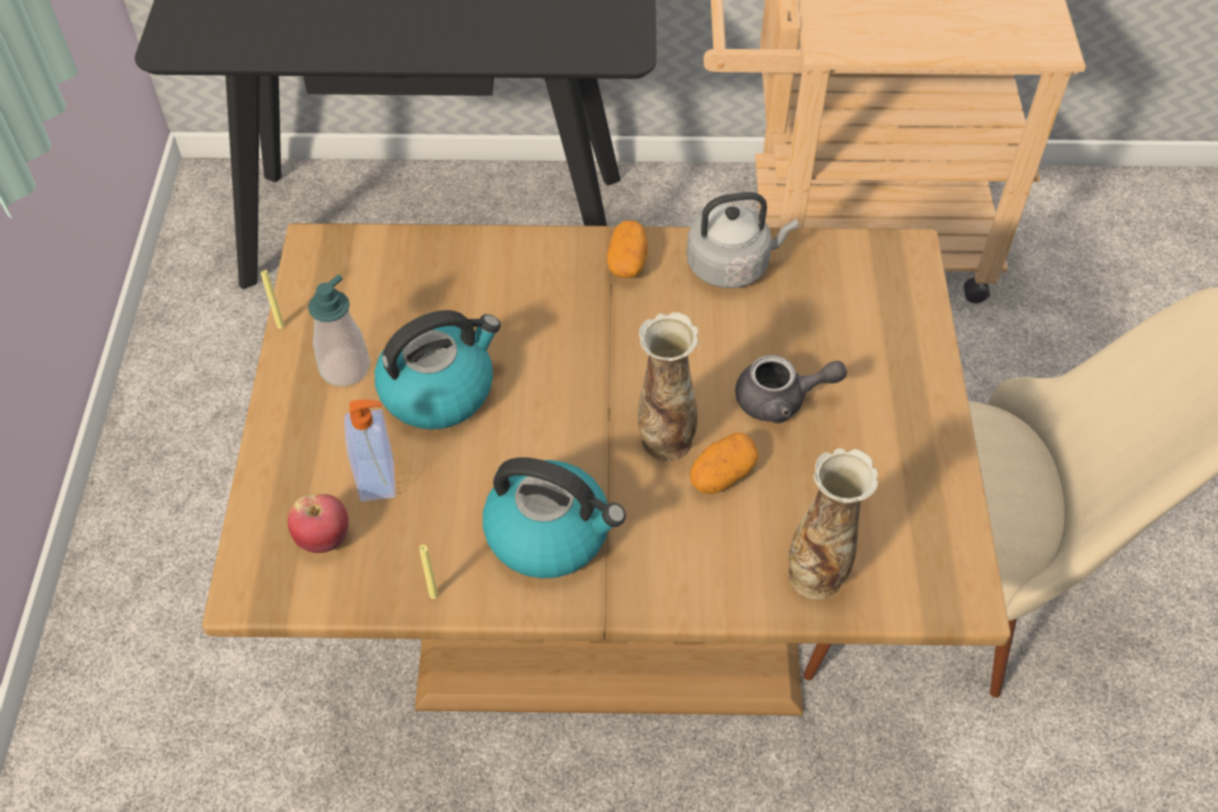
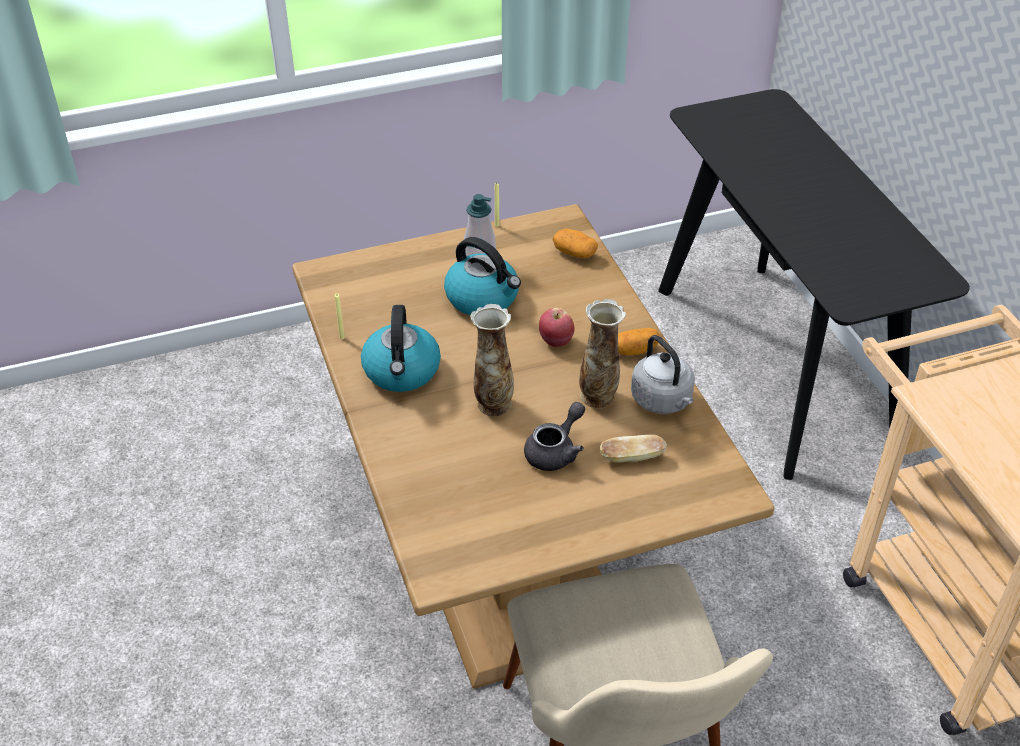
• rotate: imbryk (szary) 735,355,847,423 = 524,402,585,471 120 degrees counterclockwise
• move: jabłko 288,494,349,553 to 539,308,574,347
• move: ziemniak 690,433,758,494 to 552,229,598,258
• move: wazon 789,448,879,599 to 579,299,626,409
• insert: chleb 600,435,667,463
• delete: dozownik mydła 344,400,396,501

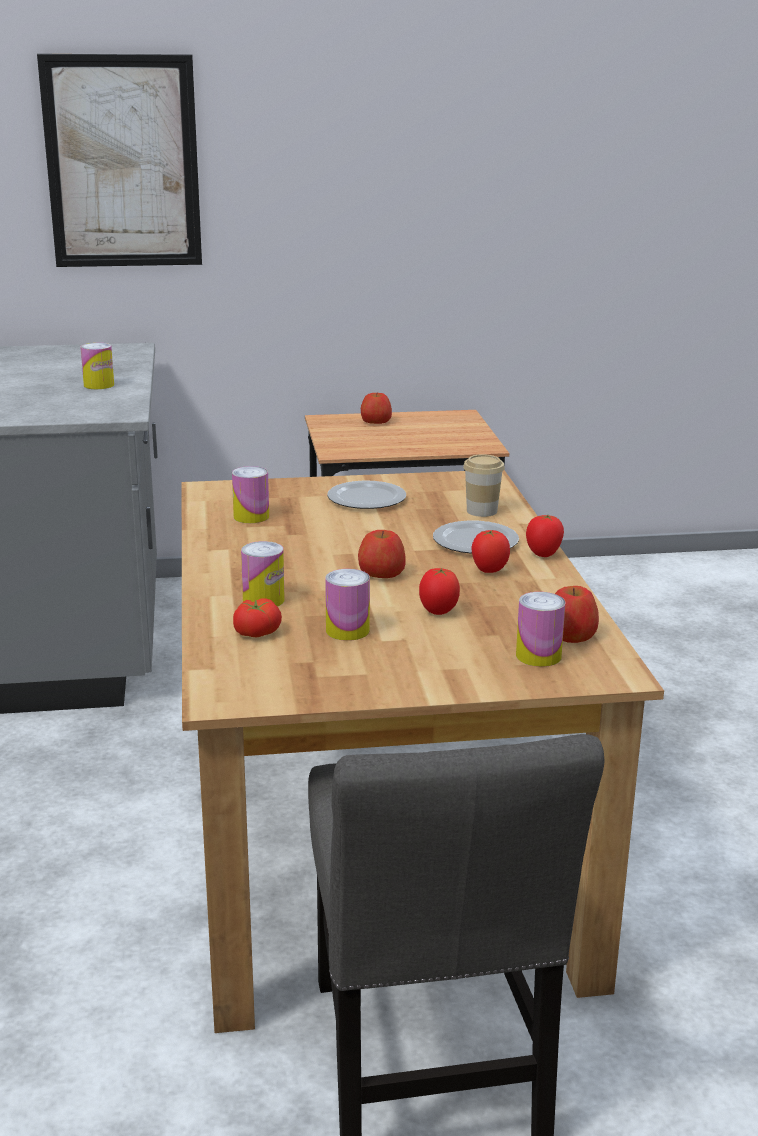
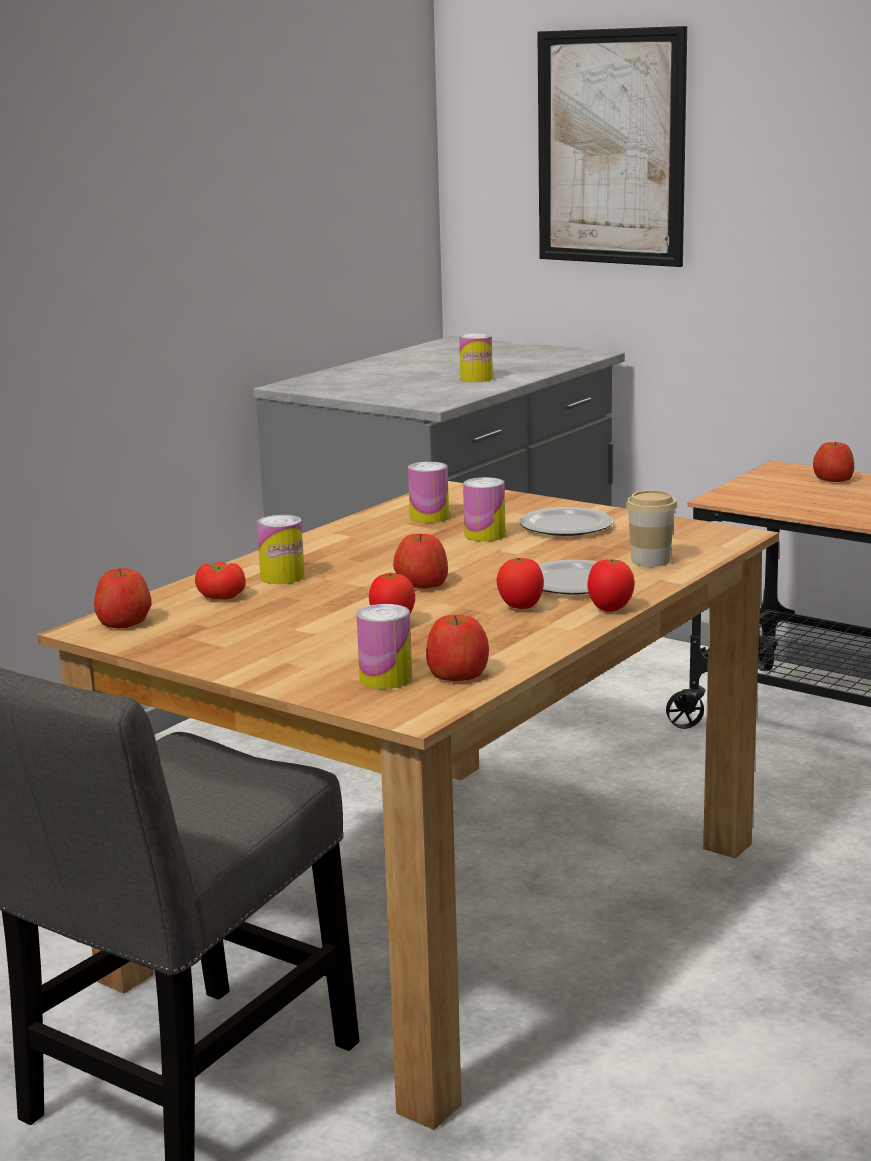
• insert: jabłko 94,568,152,629
• move: puszka 325,569,370,641 to 463,477,505,542

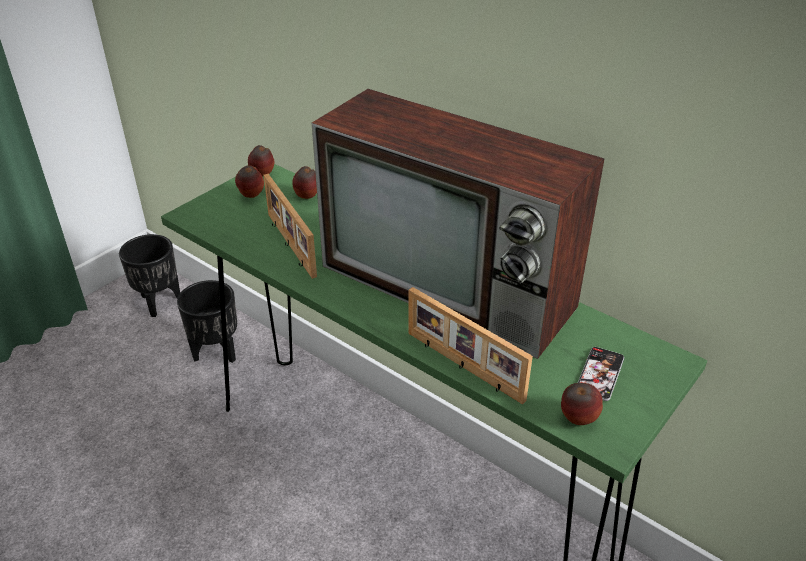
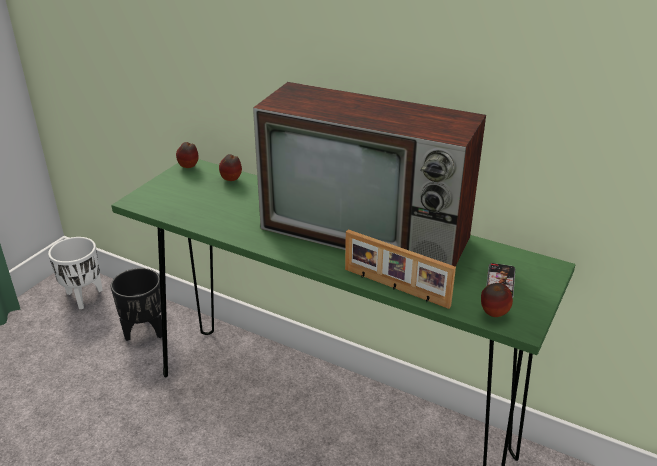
• recolor: donica (czarny) 119,234,180,317 to donica (biały) 48,237,103,309
• delete: jabłko 235,165,264,198
• delete: ramka na zdjęcie 264,174,317,279

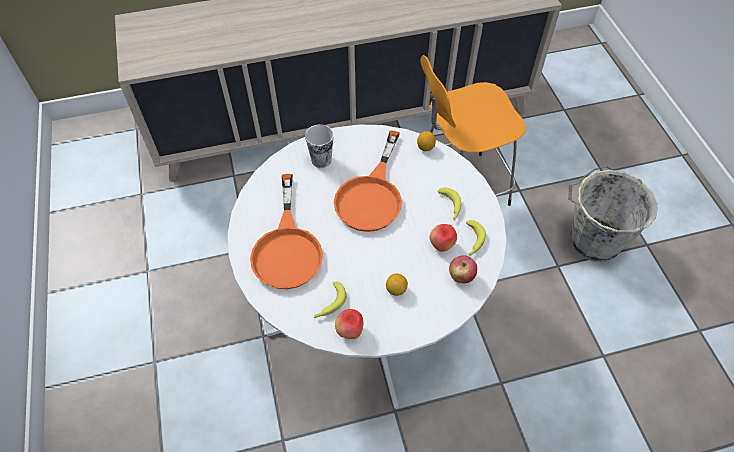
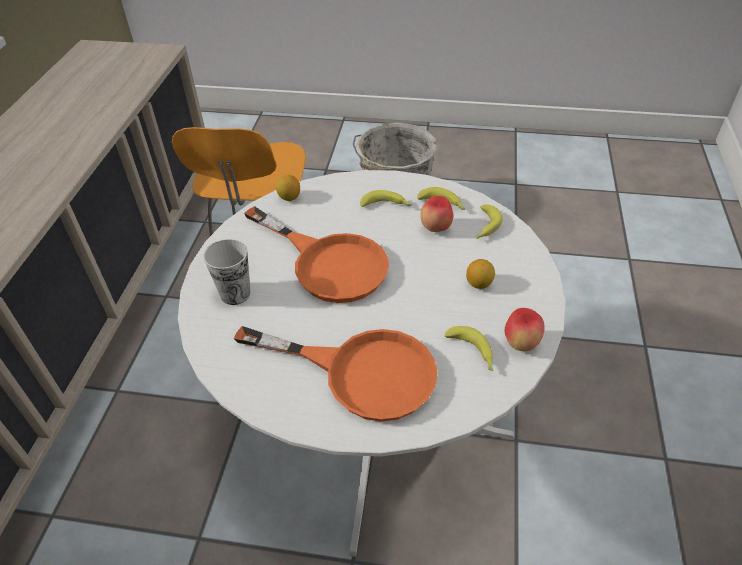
• replace: jabłko 449,255,477,283 to banan 476,204,502,239

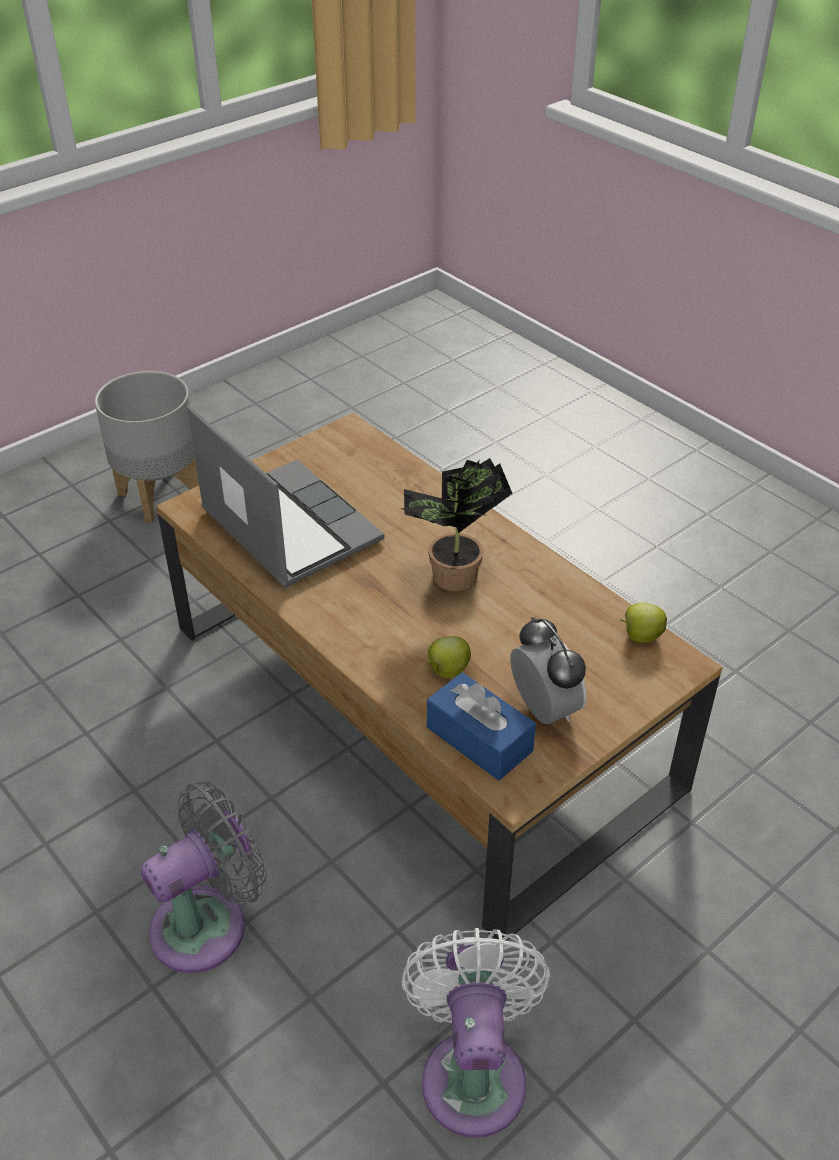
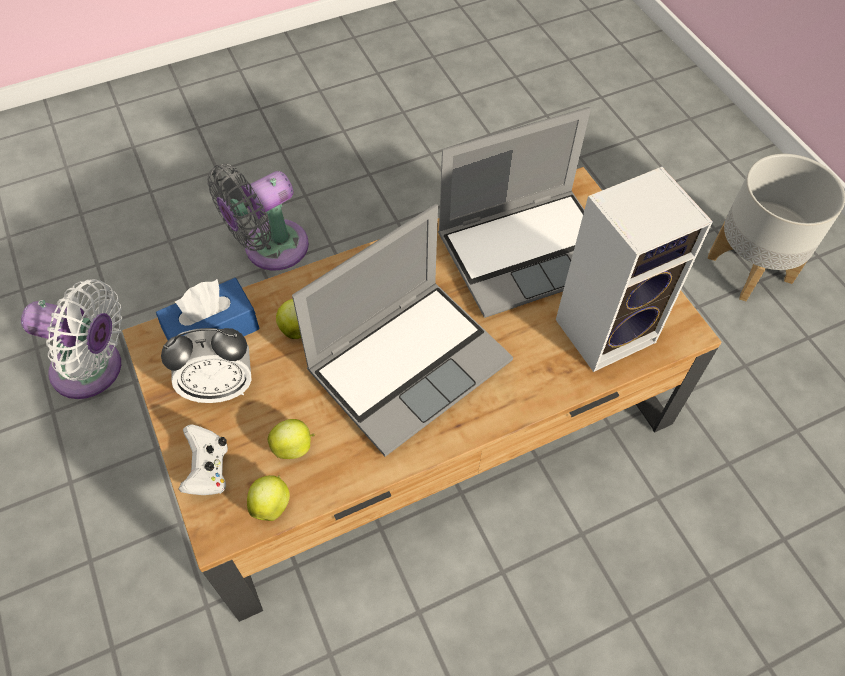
• insert: pad do gier (biały) 178,424,228,495
• rotate: wentylator (szary) 141,782,266,973 = 207,164,309,270 75 degrees clockwise
• insert: jabłko 268,419,315,459
• replace: roślina doniczkowa 400,458,512,591 to laptop 292,204,513,457
• insert: głośnik 556,167,713,372

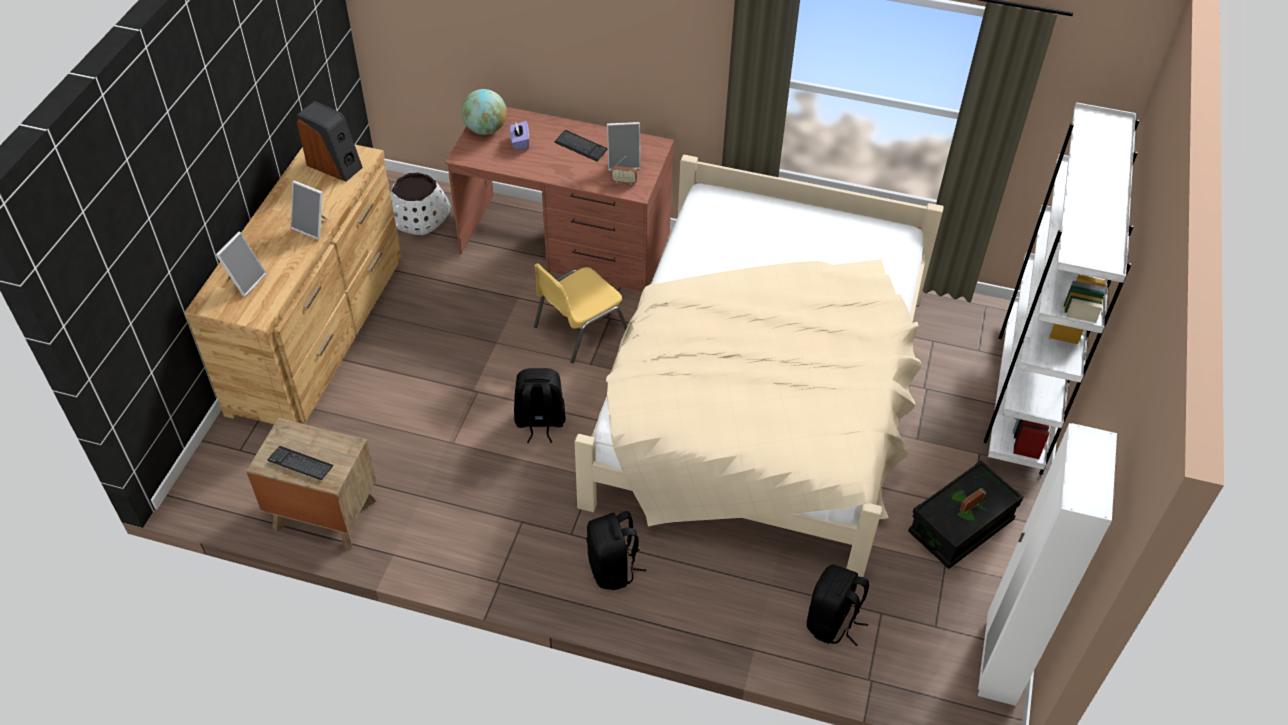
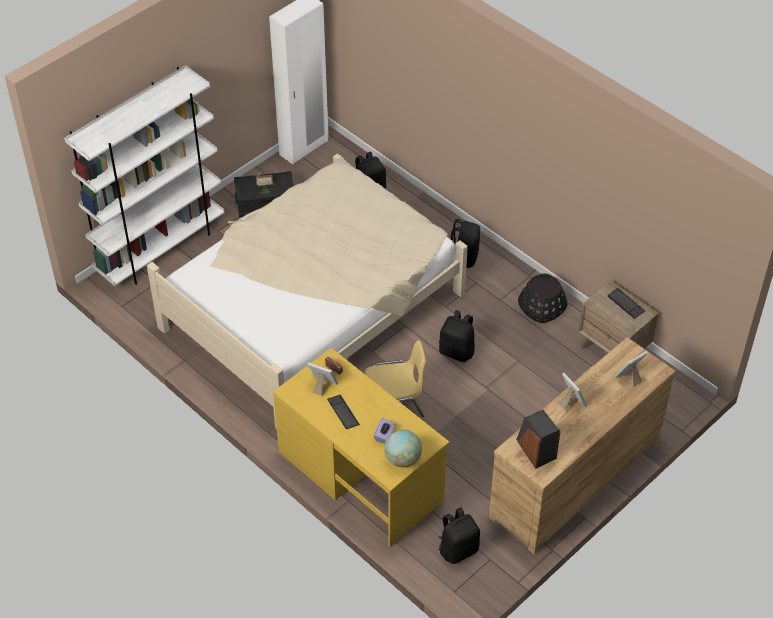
• recolor: biurko (brązowy) 445,107,674,291 to biurko (żółty) 273,348,449,547
• replace: donica (biały) 390,173,451,235 to plecak (czarny) 439,507,480,564
• insert: donica (czarny) 518,273,567,323

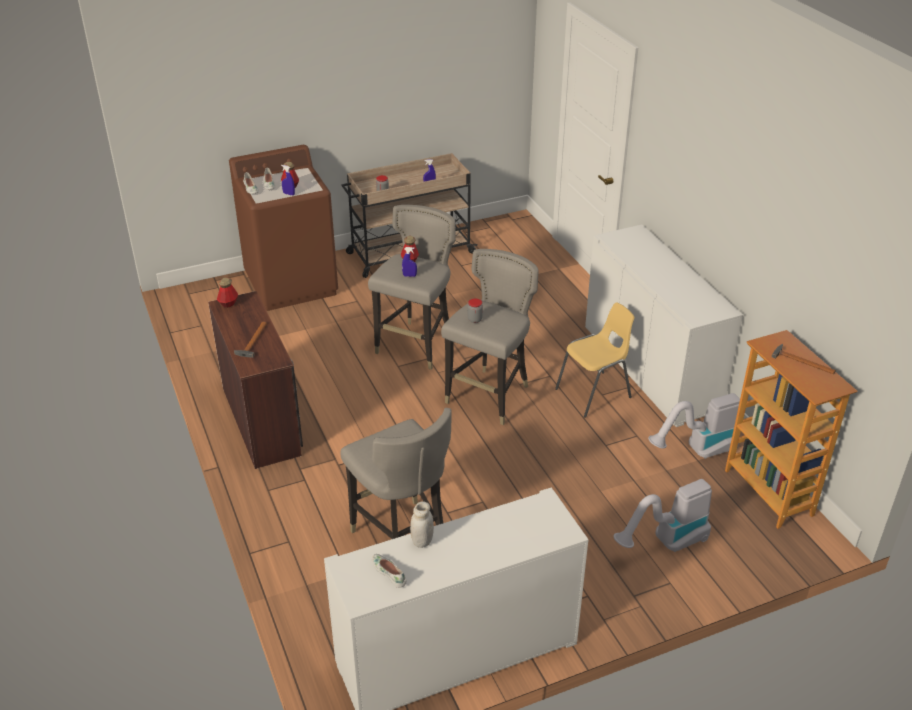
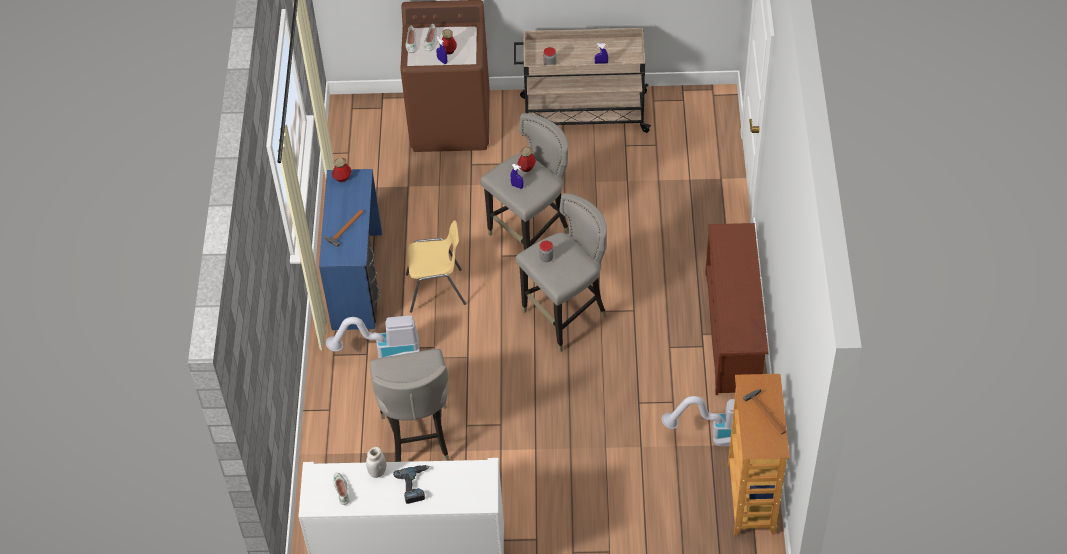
• recolor: biurko (brązowy) 208,291,303,469 to biurko (niebieski) 319,169,382,330
• move: odkurzacz 614,479,712,552 to 326,315,420,358
• insert: wiertarka 393,465,430,504
• move: krzesło (żółty) 555,302,634,418 to 406,220,466,313
• replace: szafka (biały) 585,225,743,427 to regał na buty (brązowy) 705,223,768,395

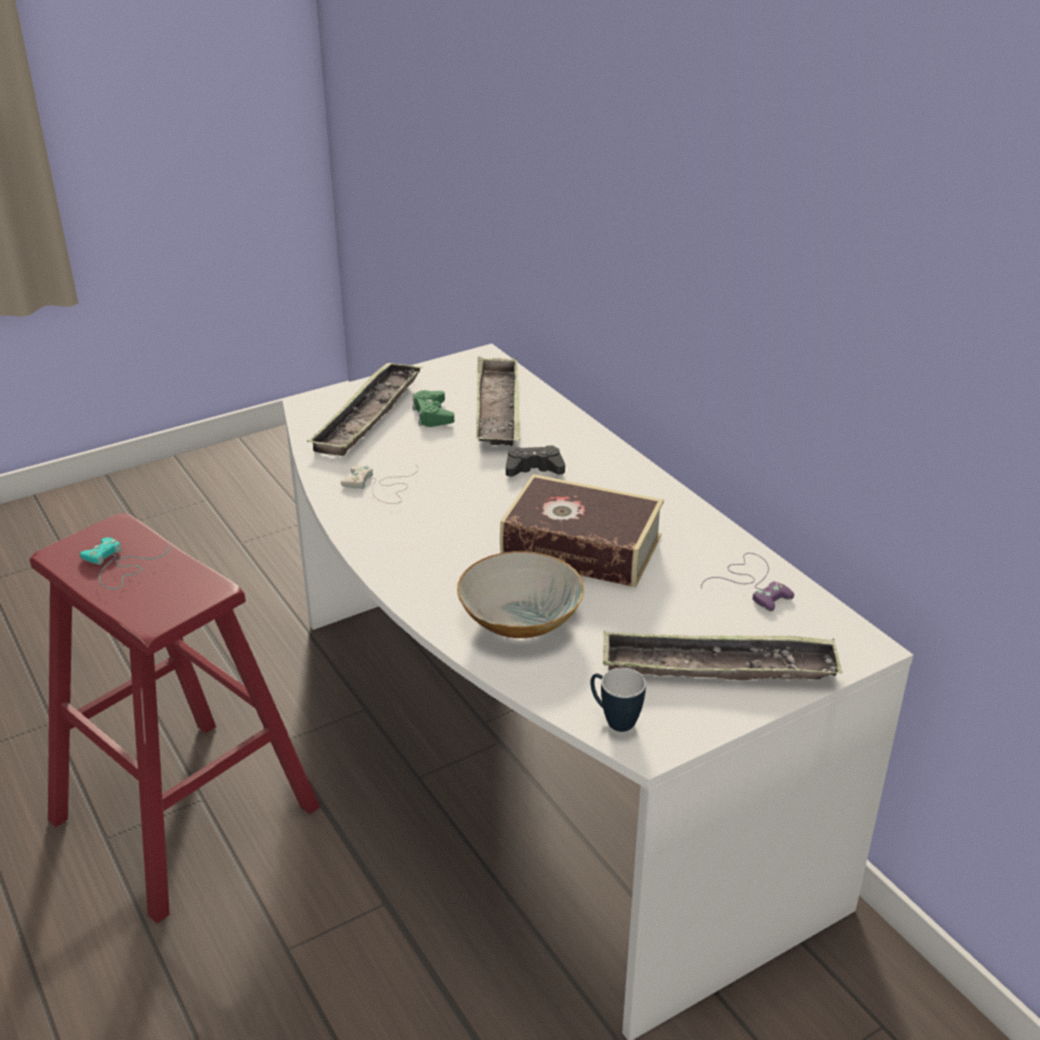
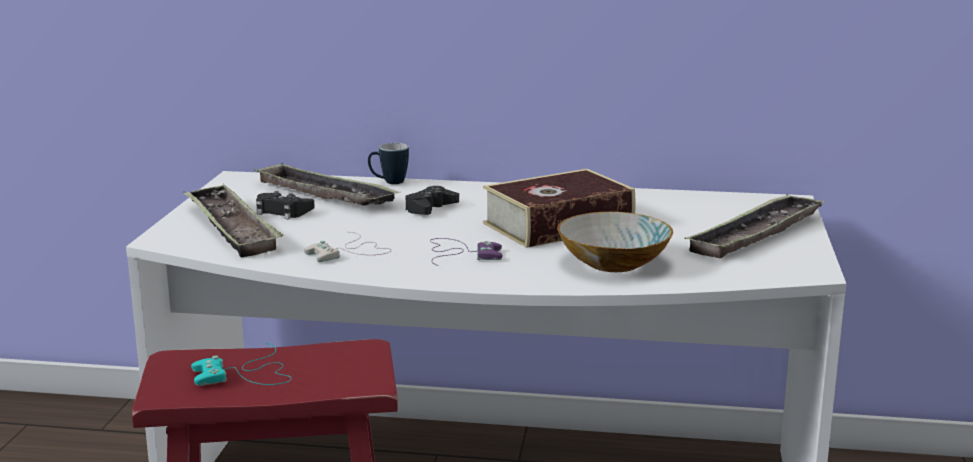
• recolor: pad do gier (zielony) 412,390,454,427 to pad do gier (czarny) 256,191,315,219
• move: kubek 590,668,646,732 to 368,143,409,184
• move: pad do gier (fioletowy) 701,553,794,611 to 430,238,502,266

